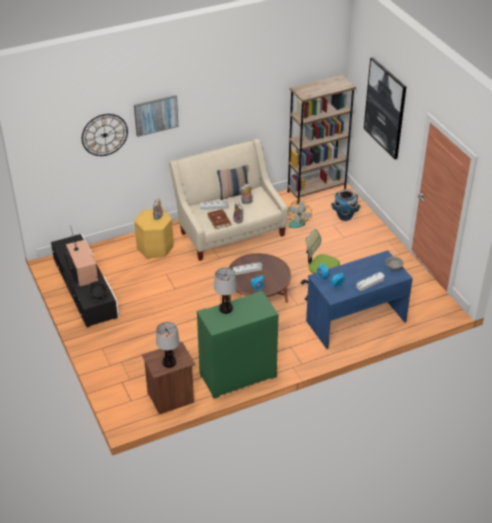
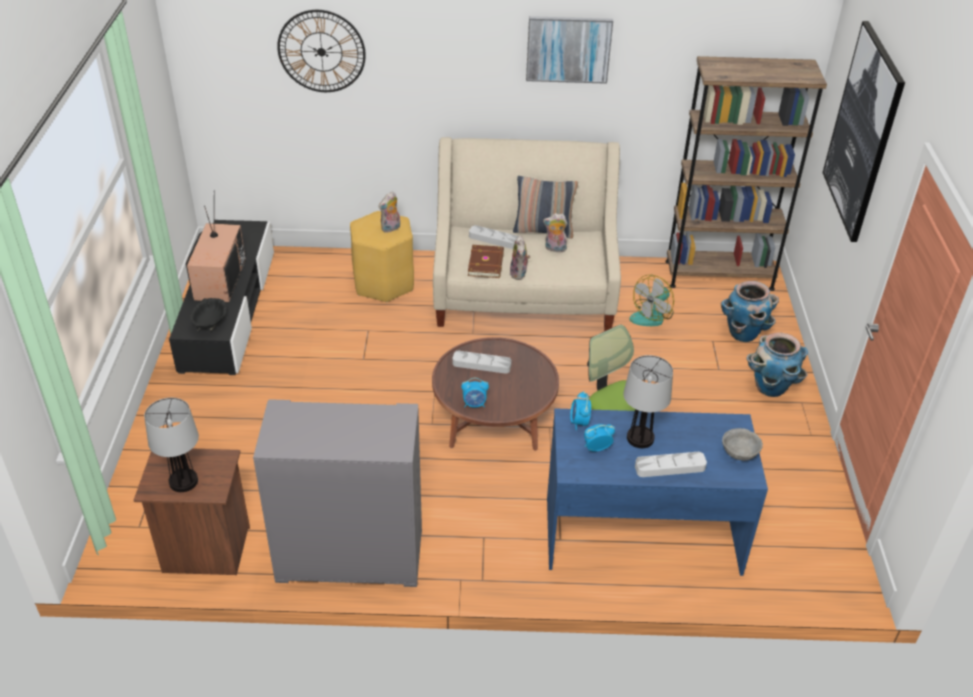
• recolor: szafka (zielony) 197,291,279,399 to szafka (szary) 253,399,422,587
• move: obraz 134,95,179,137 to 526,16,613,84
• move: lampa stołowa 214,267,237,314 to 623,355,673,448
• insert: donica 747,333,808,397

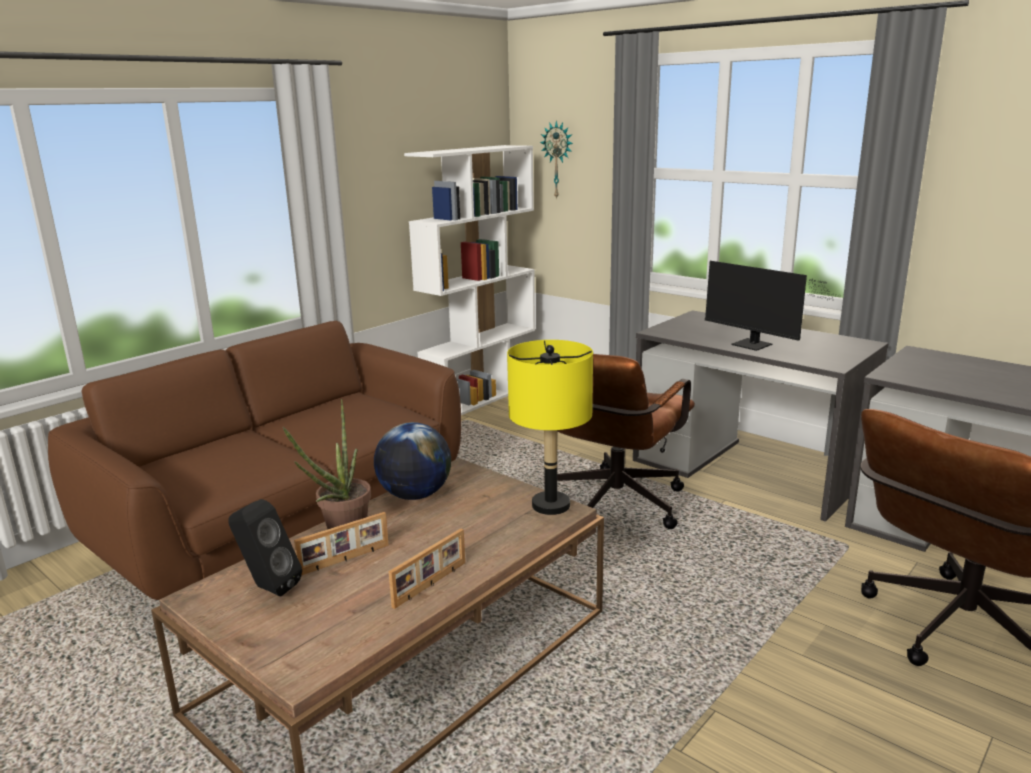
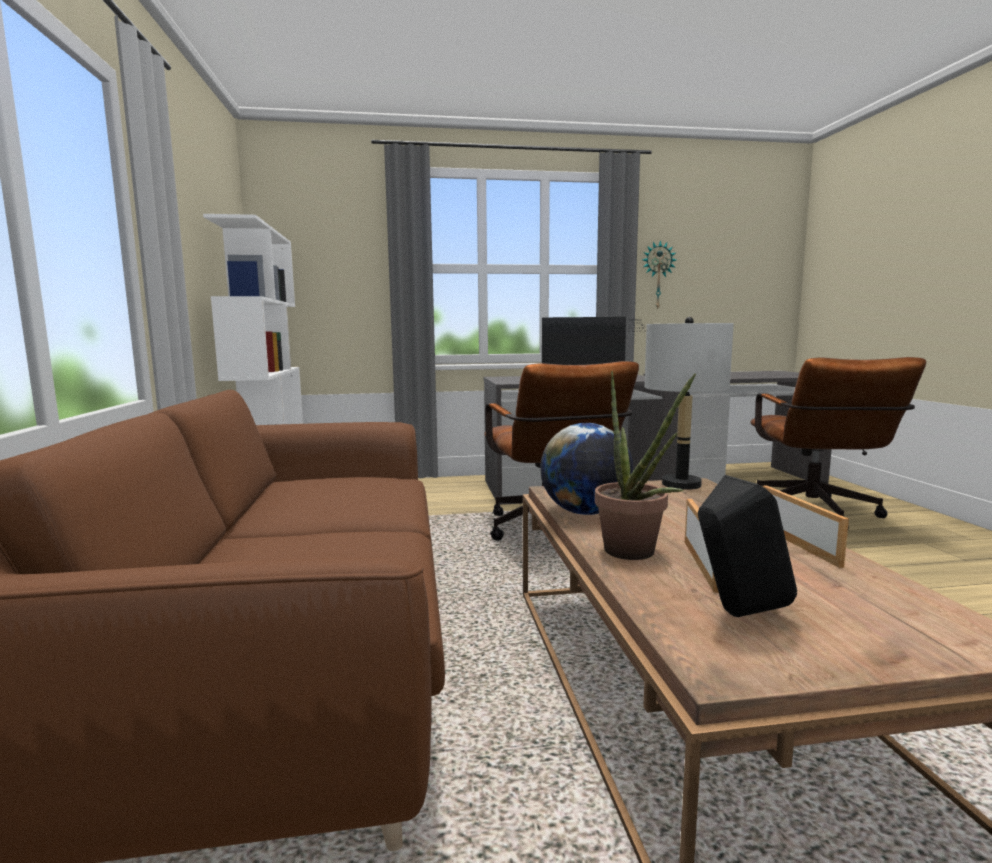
• move: zegar ścienny 540,120,573,200 to 642,240,676,310
• recolor: lampa stołowa (żółty) 507,340,593,515 to lampa stołowa (szary) 644,317,734,490

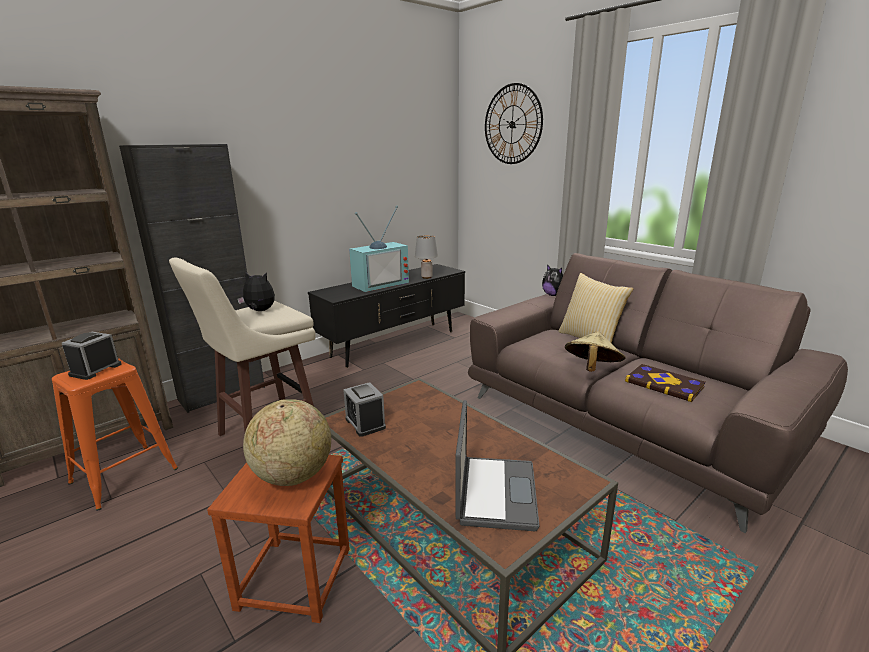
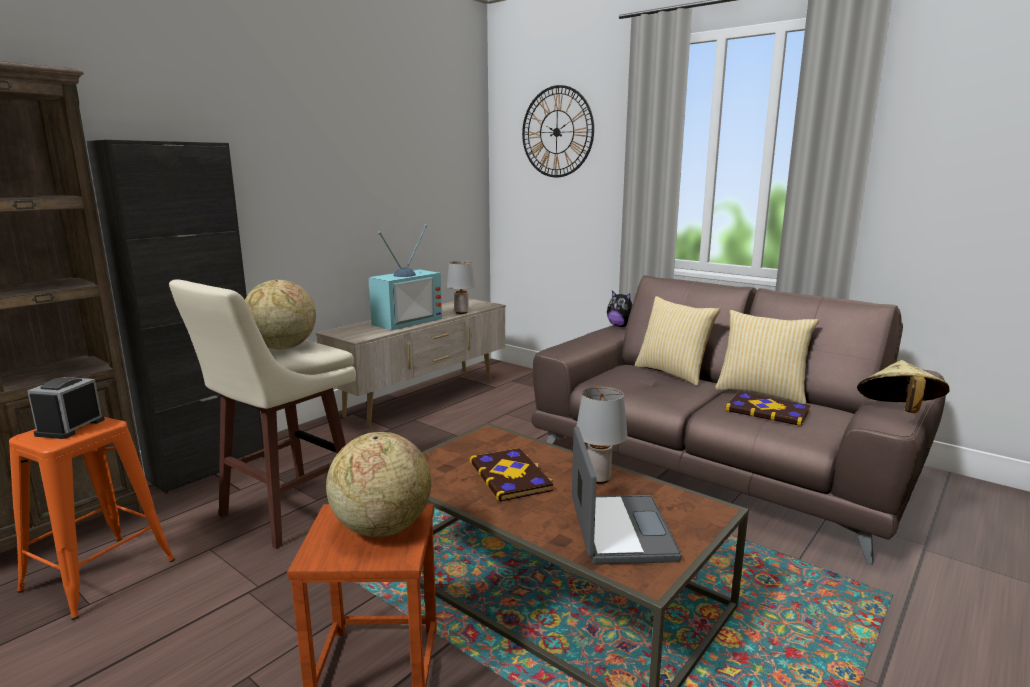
• replace: pluszak 237,272,275,311 to globus 245,280,316,349
• recolor: szafka pod telewizor (czarny) 308,264,465,368 to szafka pod telewizor (beżowy) 316,298,506,428
• insert: książka 470,448,553,502
• insert: lampa stołowa (szary) 576,387,627,484
• insert: poduszka 715,310,819,404
• move: kapelusz (beżowy) 565,331,626,372 to 857,360,949,413
• delete: budzik 343,382,386,437

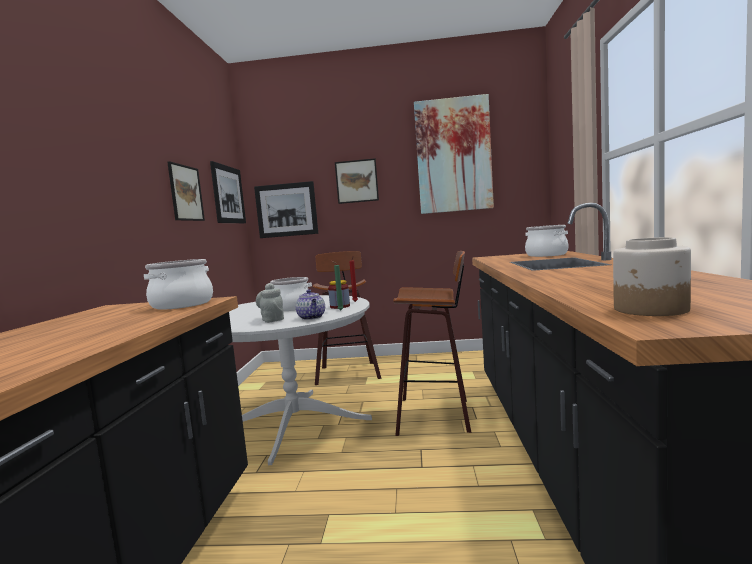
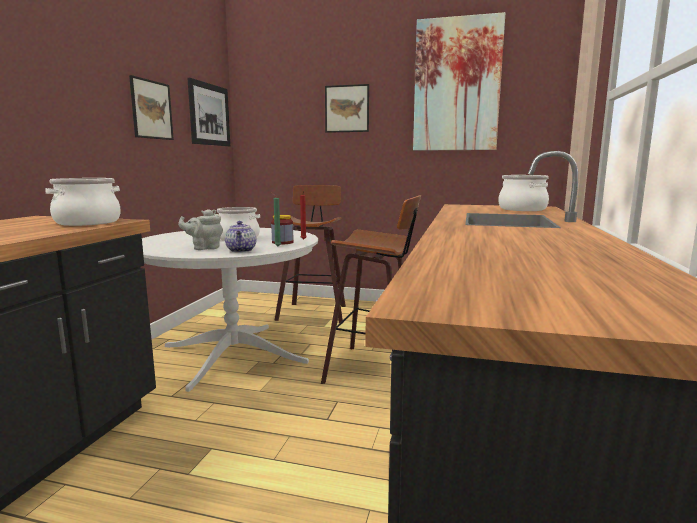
• rotate: imbryk (szary) 256,283,284,323 = 178,209,223,250 90 degrees counterclockwise
• delete: obraz 254,181,318,238
• delete: słoik 613,237,691,316

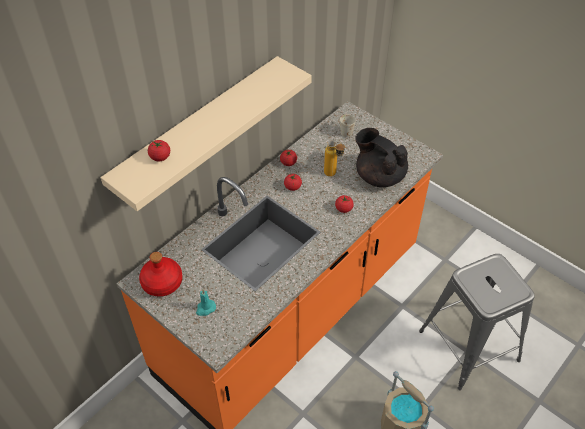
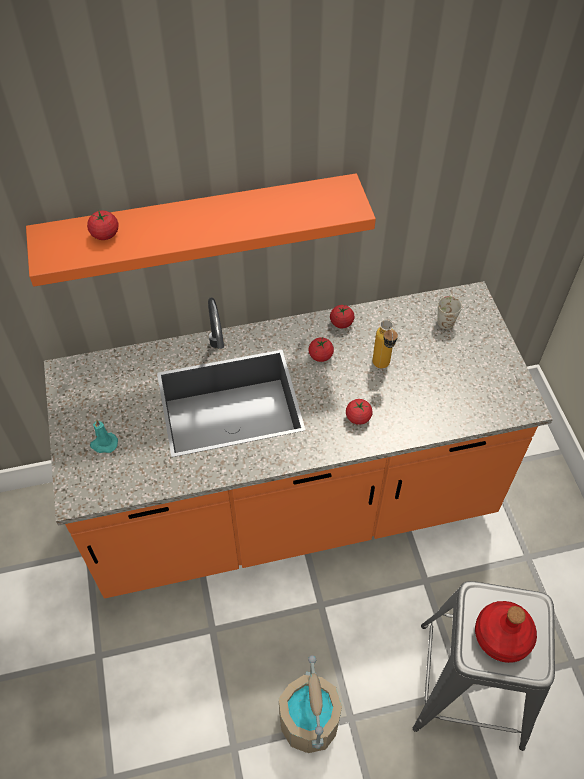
• recolor: półka (beżowy) 101,56,312,211 to półka (pomarańczowy) 26,173,376,286
• move: butelka (czerwony) 139,252,182,297 to 475,601,537,663
• delete: imbryk (czarny) 356,128,408,187

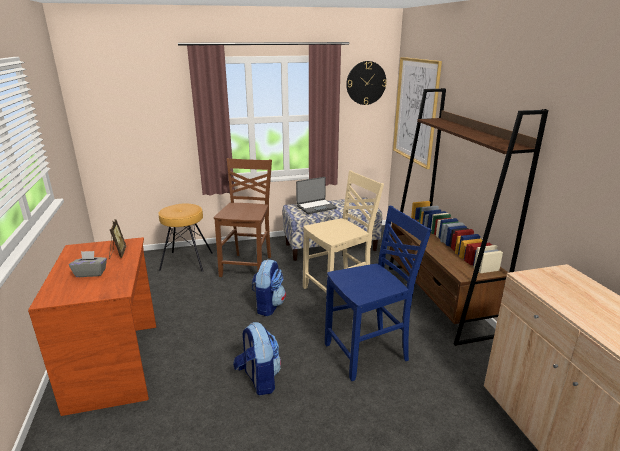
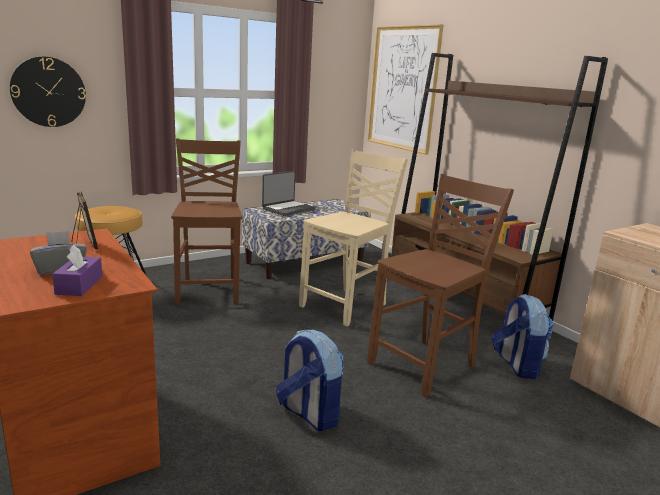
• move: zegar ścienny 346,61,386,105 to 10,57,86,127
• insert: pudełko chusteczek (fioletowy) 52,245,103,296
• recolor: krzesło (niebieski) 325,206,432,381 to krzesło (brązowy) 367,174,514,397
• move: plecak 252,259,286,316 to 492,294,554,379

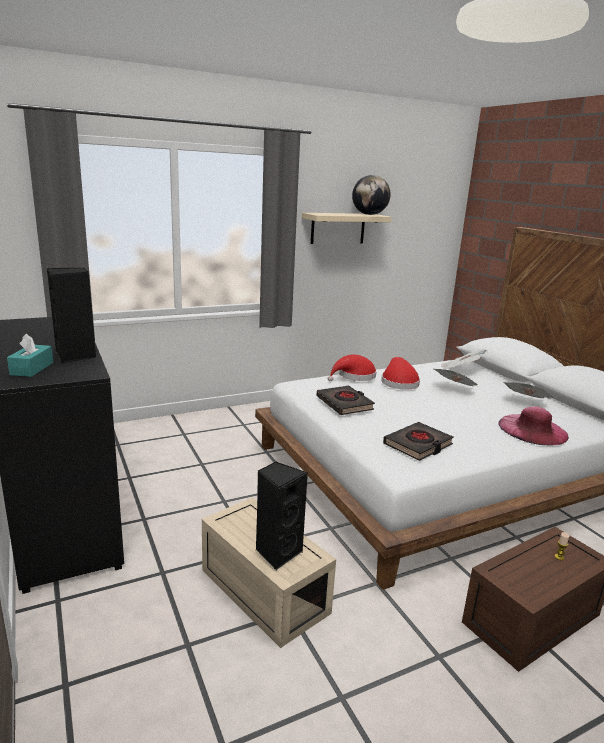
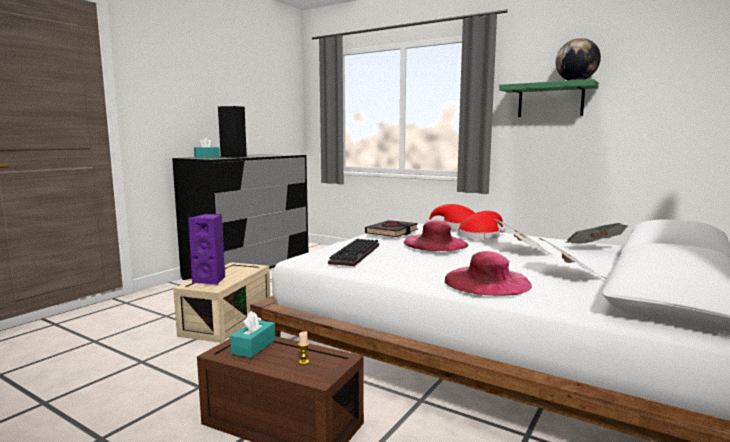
• recolor: głośnik (czarny) 256,461,308,571 to głośnik (fioletowy) 188,214,225,285
• insert: pudełko chusteczek (turkusowy) 230,311,275,358
• replace: książka (czarny) 383,422,454,461 to klawiatura 328,239,379,266
• insert: kapelusz (różowy) 404,220,468,251
• recolor: półka (beżowy) 302,213,392,244 to półka (zielony) 499,79,599,117

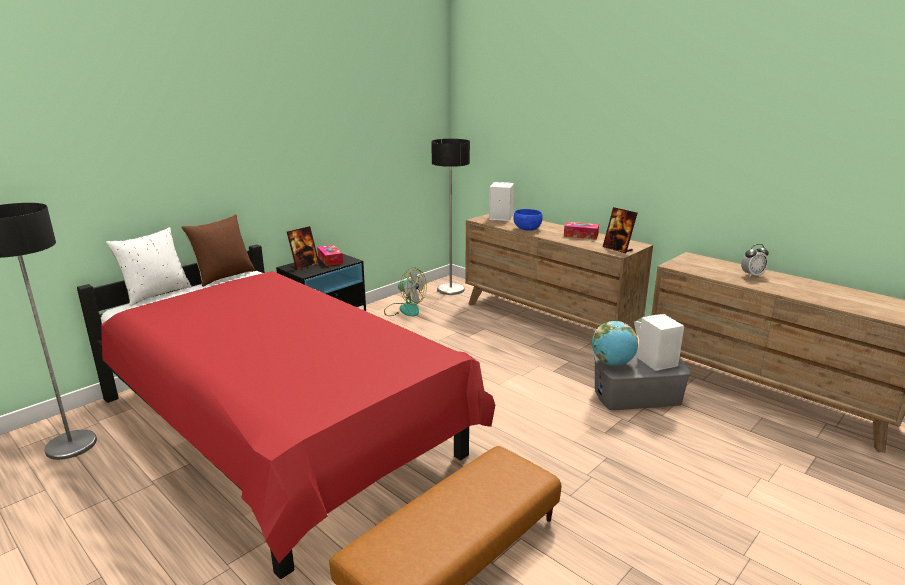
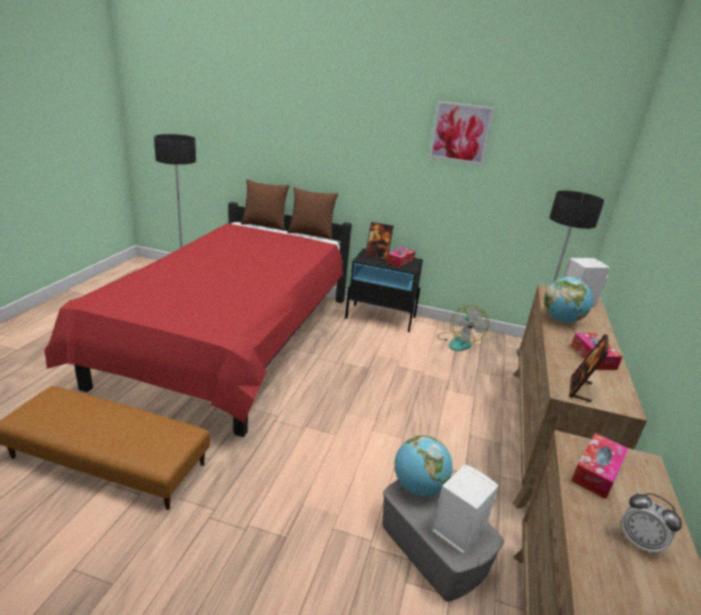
• recolor: poduszka (biały) 106,227,192,306 to poduszka (brązowy) 241,179,290,231
• insert: obraz 429,101,494,165
• replace: miska (niebieski) 513,209,543,231 to globus 544,277,593,323
• insert: pudełko chusteczek 571,433,629,499

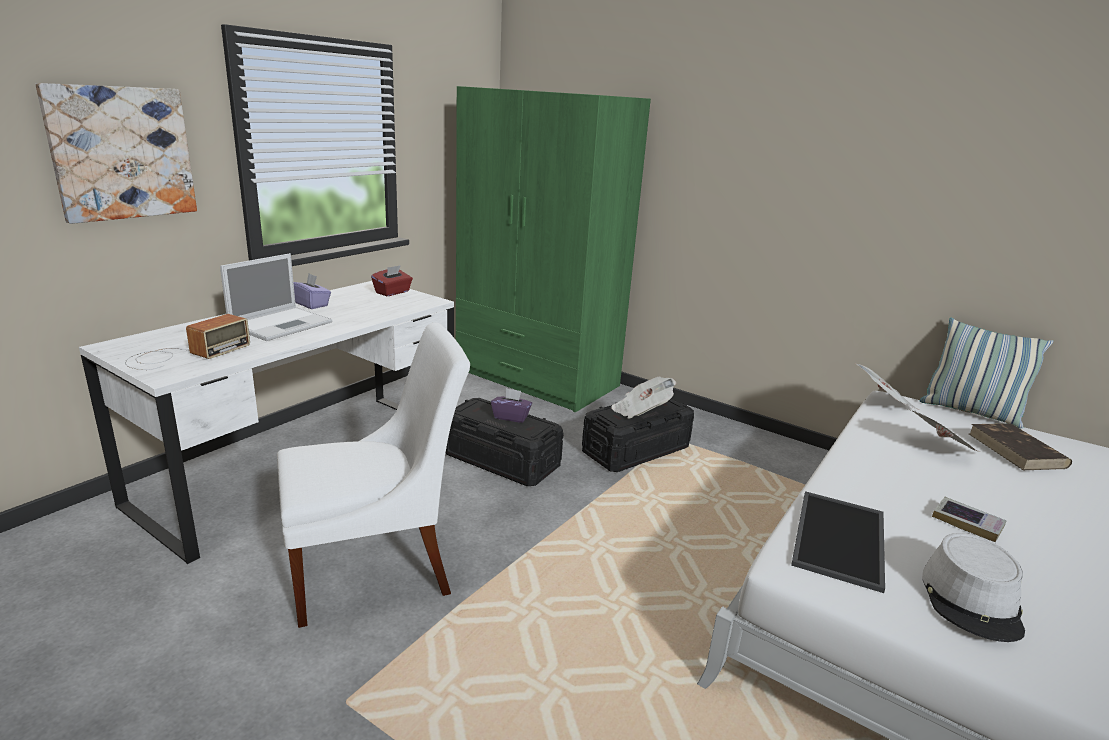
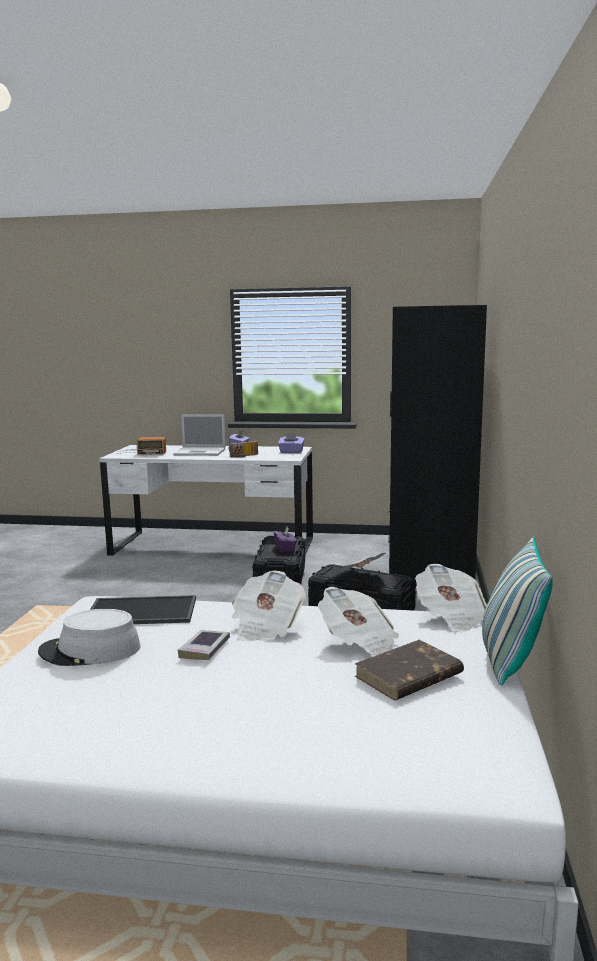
• insert: radio 229,441,258,458
• insert: gazeta 232,571,306,641
• recolor: pudełko chusteczek (czerwony) 371,265,413,296 to pudełko chusteczek (fioletowy) 278,433,305,453
• recolor: szafa (zielony) 456,86,651,412 to szafa (czarny) 388,305,487,586
• delete: obraz 35,83,197,224
• delete: krzesło (biały) 277,323,470,628

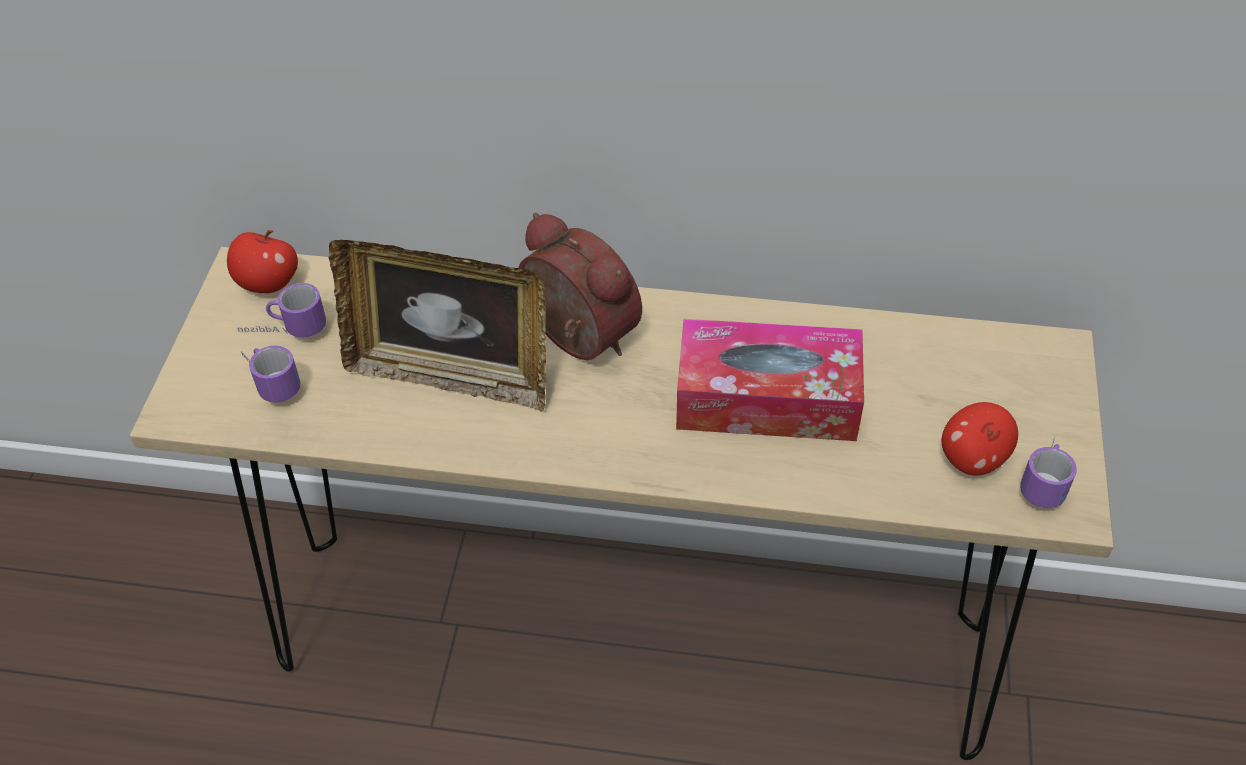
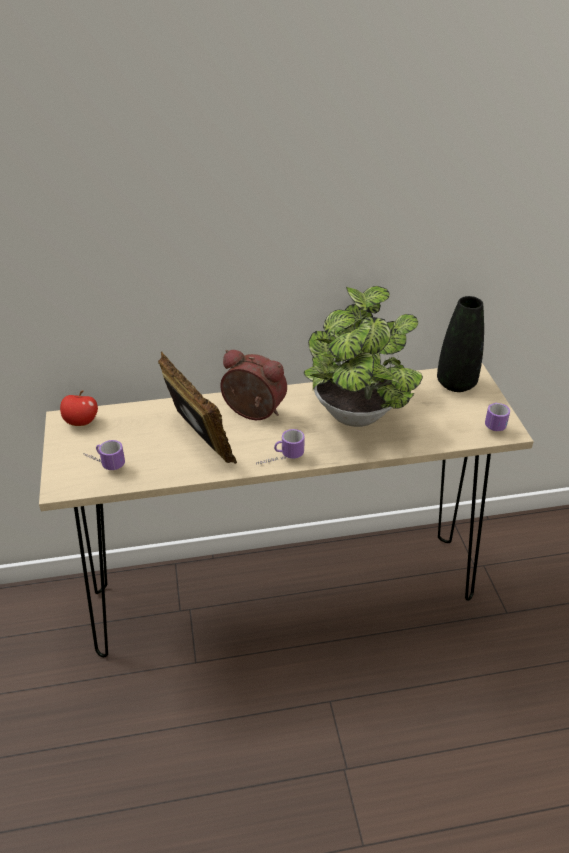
• rotate: ramka na zdjęcie 329,240,546,412 = 158,351,237,464 120 degrees counterclockwise
• move: kubek 238,283,326,338 to 256,429,305,465
• replace: pudełko chusteczek 676,319,864,441 to roślina doniczkowa 304,286,423,427
• insert: wazon (czarny) 437,296,484,392
• delete: jabłko 942,402,1018,475

